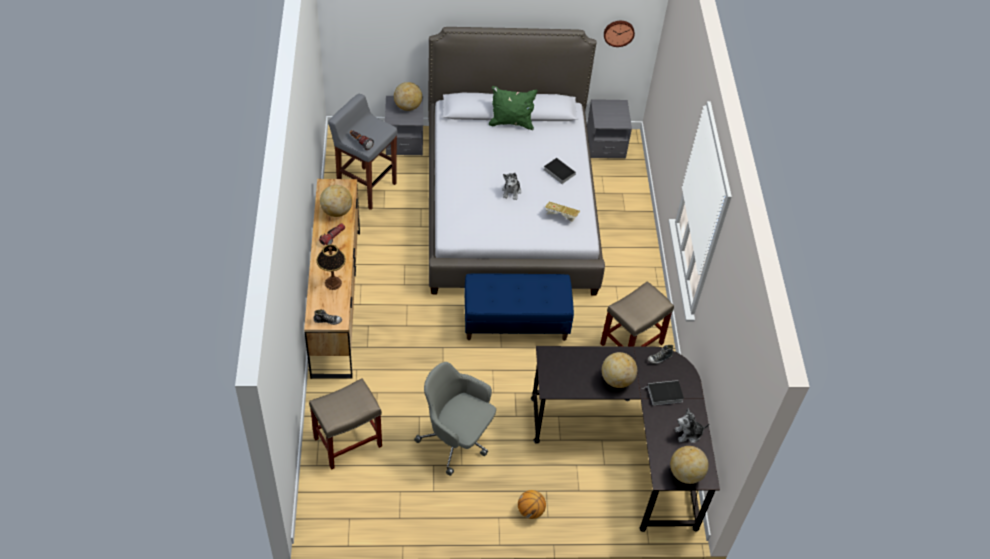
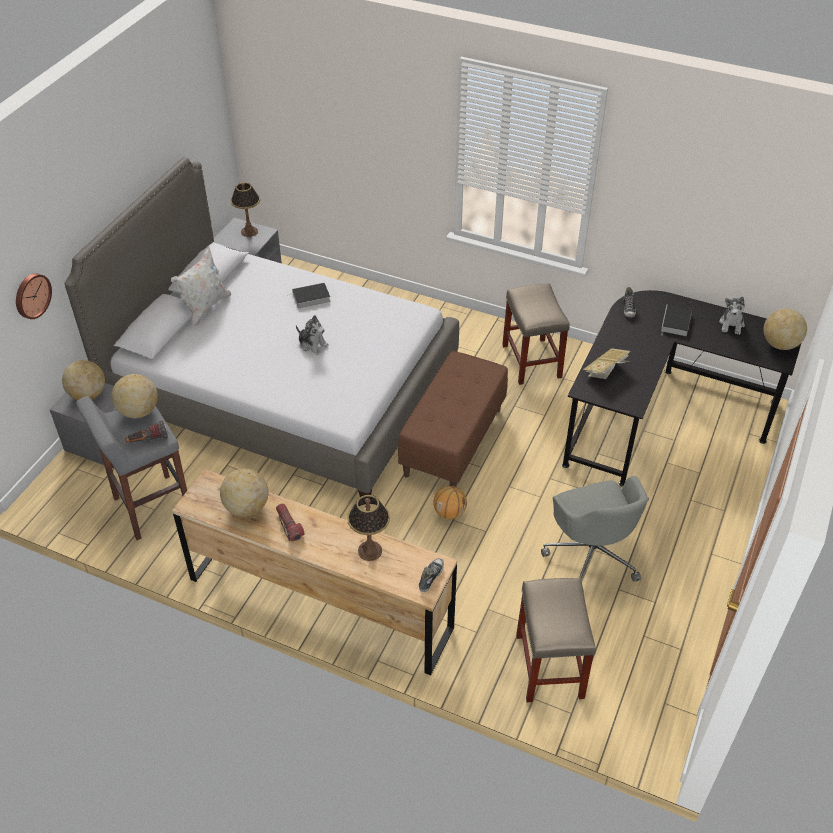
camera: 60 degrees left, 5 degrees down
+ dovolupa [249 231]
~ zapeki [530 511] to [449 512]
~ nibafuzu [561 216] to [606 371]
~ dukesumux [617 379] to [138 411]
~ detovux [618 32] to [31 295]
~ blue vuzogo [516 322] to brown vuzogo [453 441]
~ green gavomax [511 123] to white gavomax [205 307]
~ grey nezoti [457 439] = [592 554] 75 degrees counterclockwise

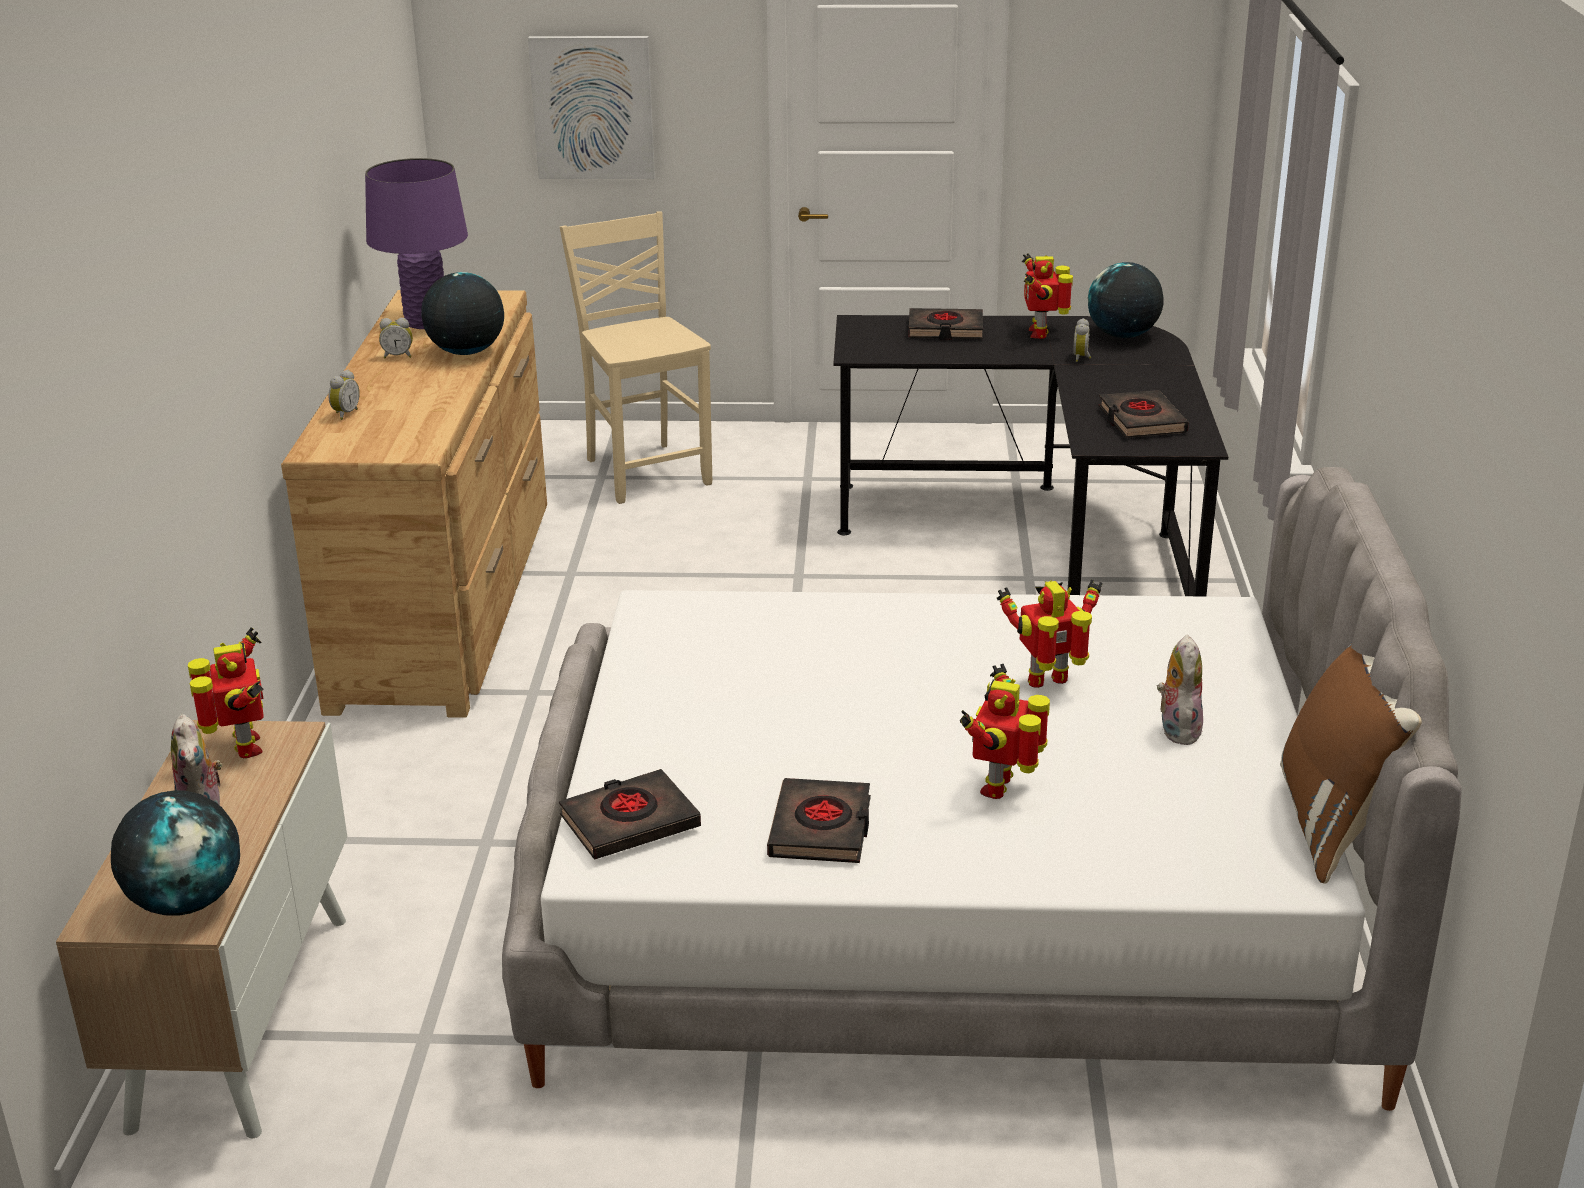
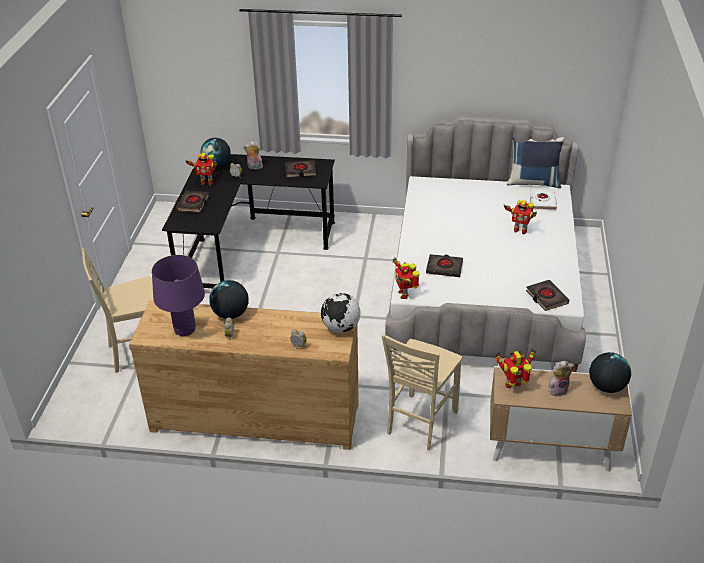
camera: 85 degrees left, 10 degrees up
- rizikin [593 107]
+ dukesumux [341 328]
+ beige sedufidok [420 423]
+ white nibafuzu [542 201]
~ black nibafuzu [821 829] to [444 268]
~ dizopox [1050 682] to [404 294]
~ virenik [1177 729] to [254 167]
~ brown gavomax [1335 823] to blue gavomax [533 182]

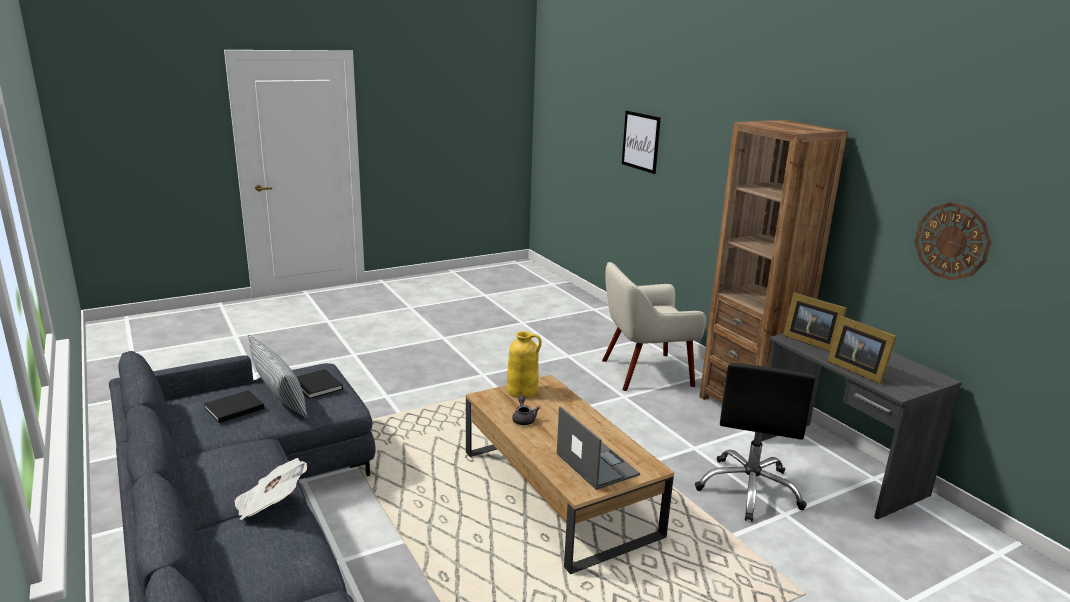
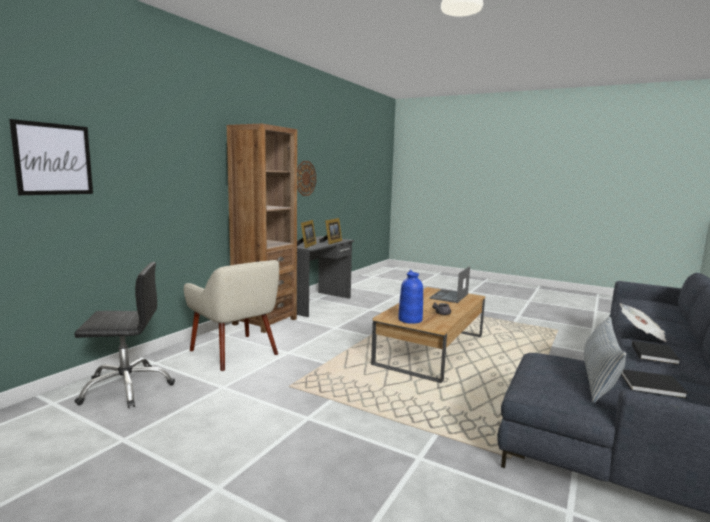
camera: 120 degrees left, 10 degrees down
~ black nibafuzu [318 386] to [654 353]
~ black nezoti [750 489] to [126 388]
~ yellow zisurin [523 391] to blue zisurin [409 319]

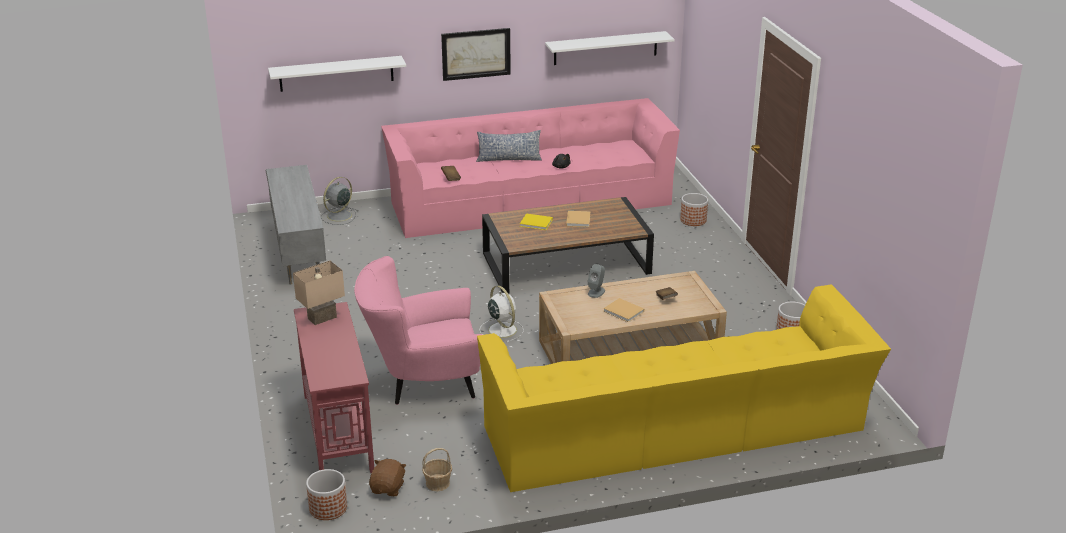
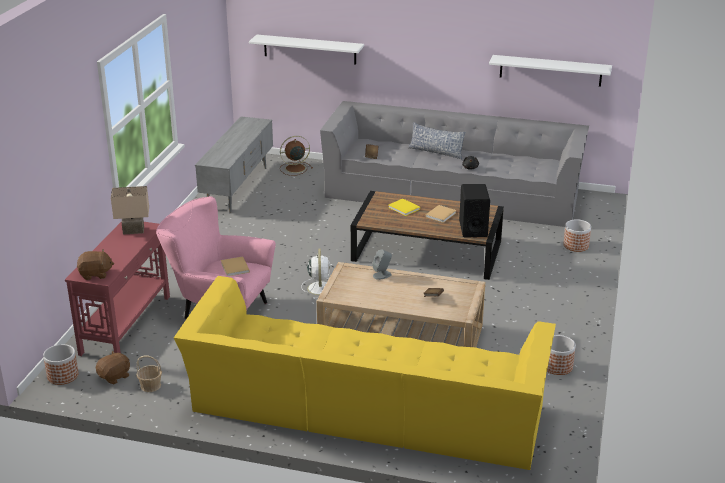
camera: 30 degrees right, 0 degrees up
- rizikin [476 53]
+ brown virenik [95 274]
+ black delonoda [473 229]
~ beige nibafuzu [624 312] to [235 268]
~ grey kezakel [338 216] to brown kezakel [294 168]
~ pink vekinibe [529 201] to grey vekinibe [452 193]

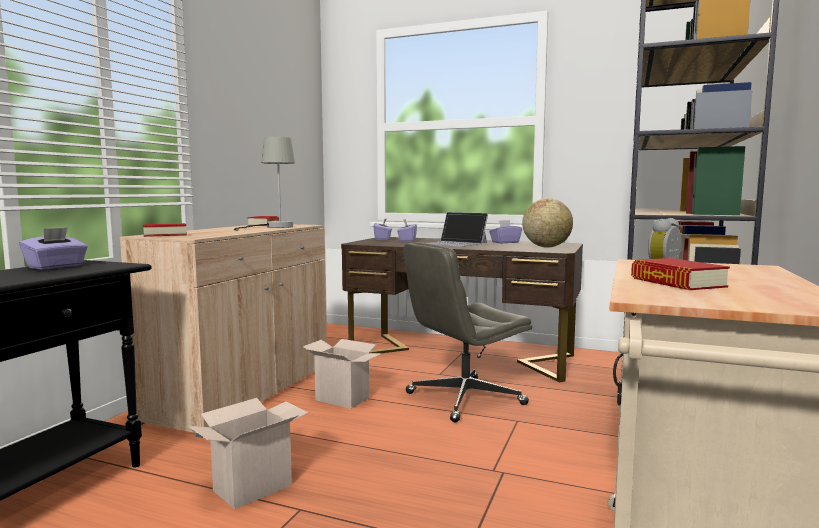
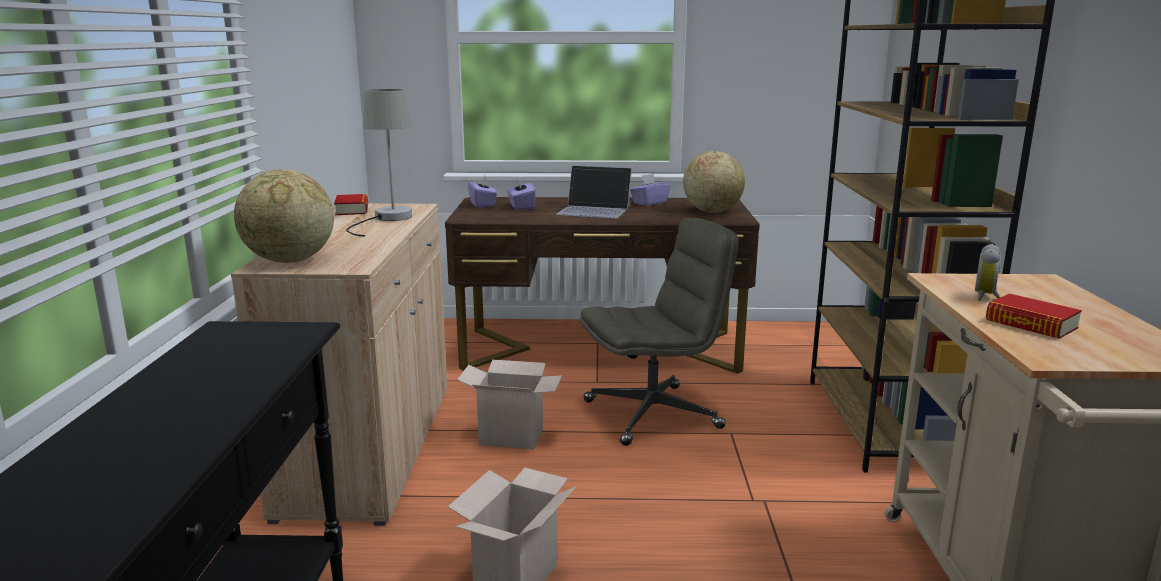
camera: 20 degrees left, 10 degrees up
- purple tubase [56 267]
~ nibafuzu [165 235] to dukesumux [289 261]
~ grey nezoti [464 399] = [653 414] 150 degrees counterclockwise

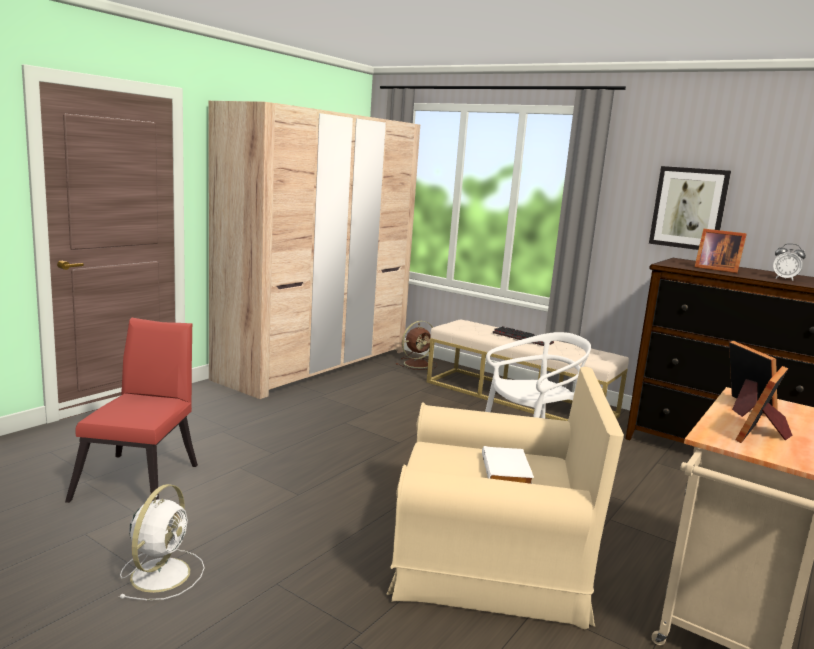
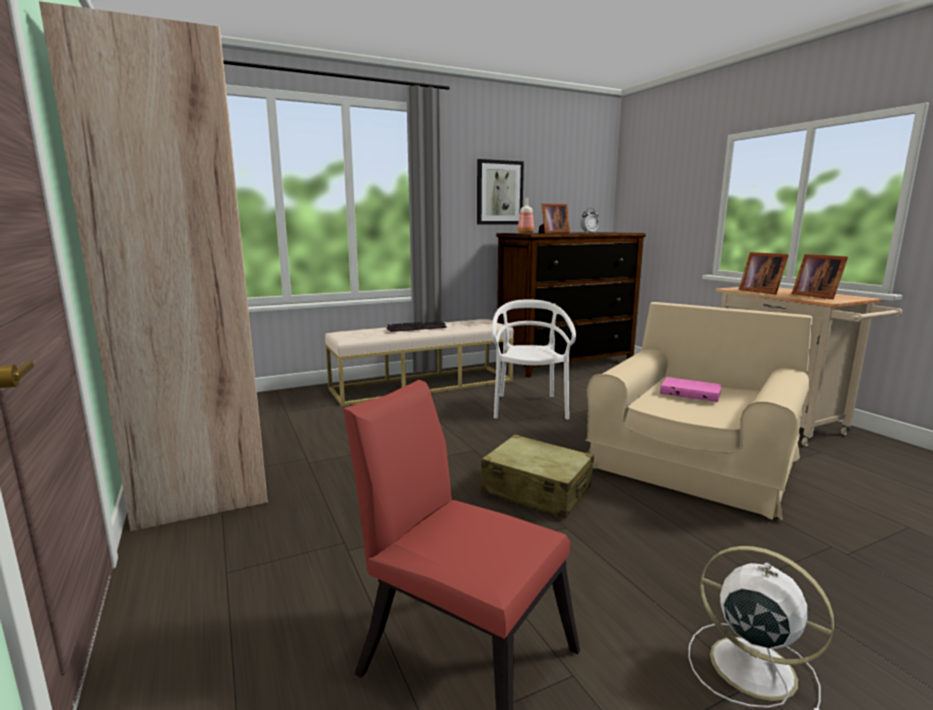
camera: 60 degrees left, 0 degrees up
- brown kezakel [418 364]
+ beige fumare [536 490]
+ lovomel [526 233]
~ white nibafuzu [507 470] to pink nibafuzu [691 392]
~ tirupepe [743 408] = [760 291] 135 degrees counterclockwise

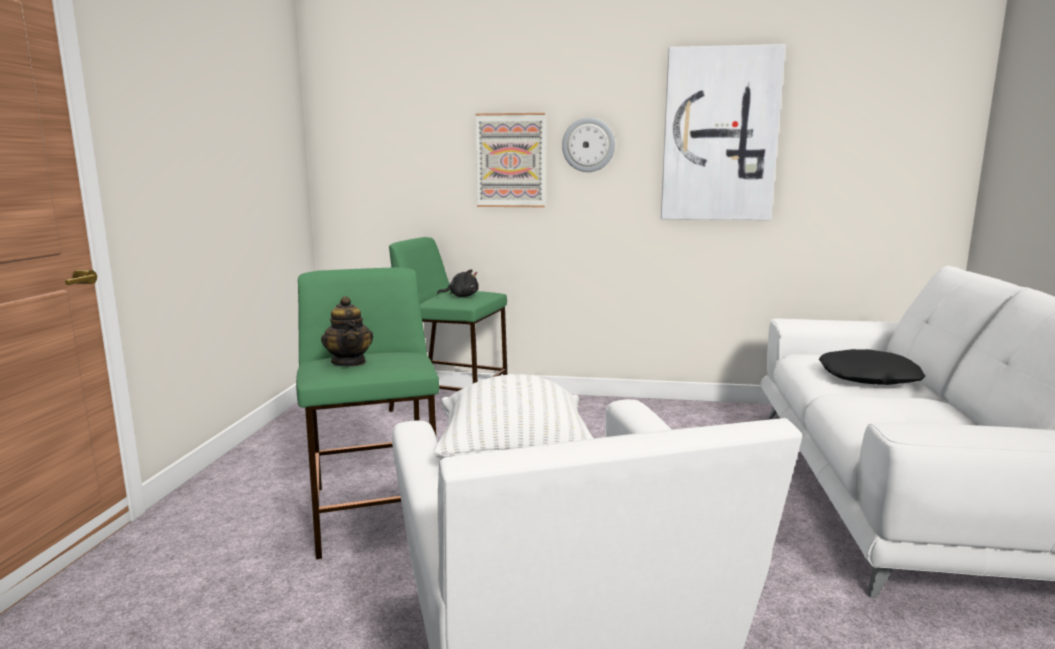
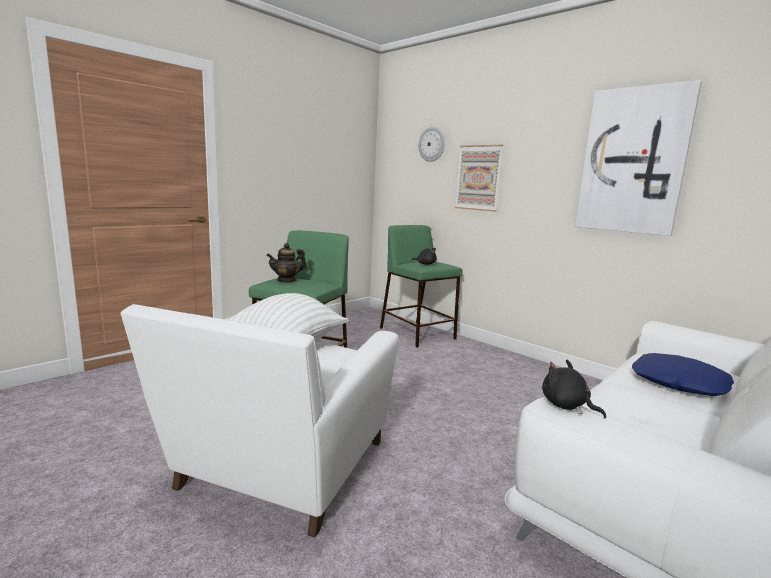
camera: 35 degrees right, 0 degrees up
+ black virenik [566 406]
~ detovux [588 145] to [432 144]
~ black gavomax [868 378] to blue gavomax [678 383]
~ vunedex [349 362] = [287 280] 45 degrees clockwise

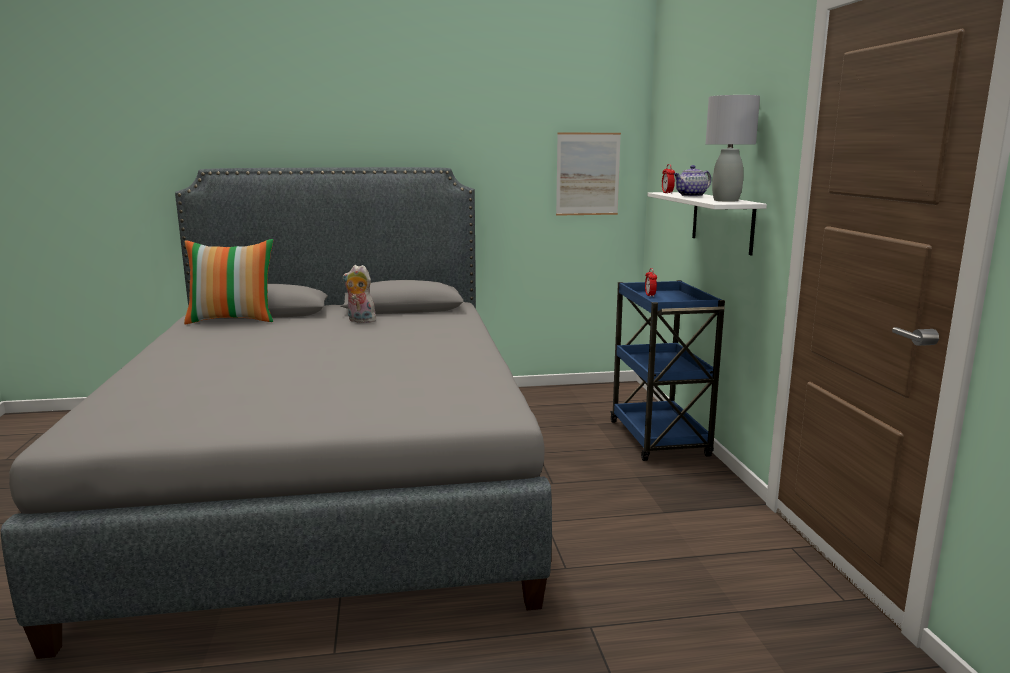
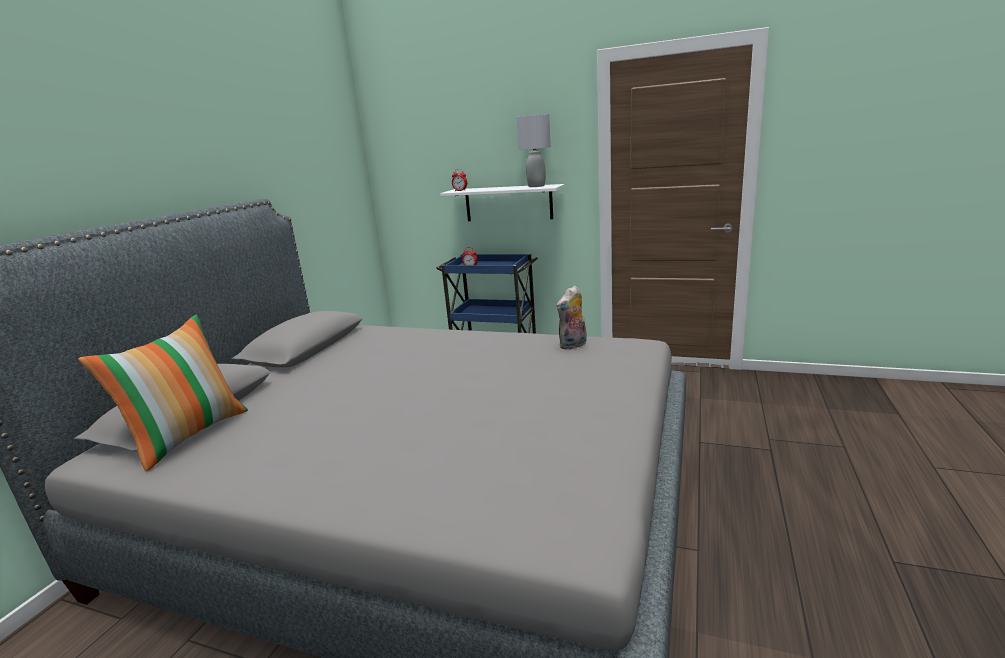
camera: 60 degrees left, 5 degrees up
- rizikin [587 174]
- vunedex [691 195]
~ virenik [360 321] to [573 345]

